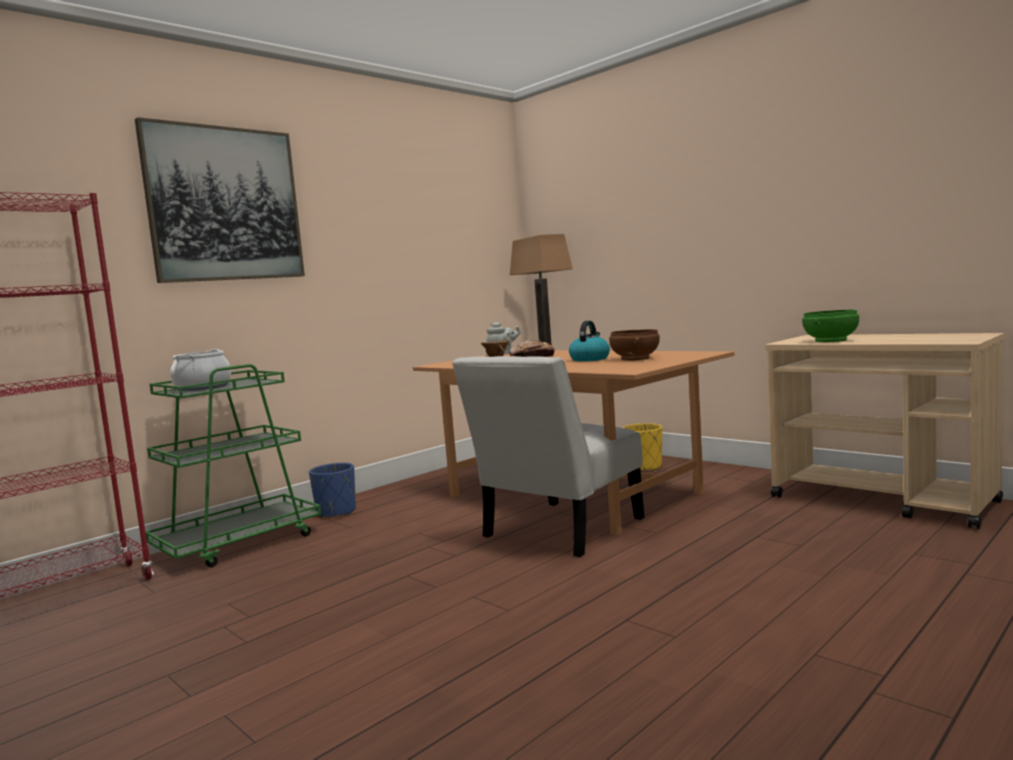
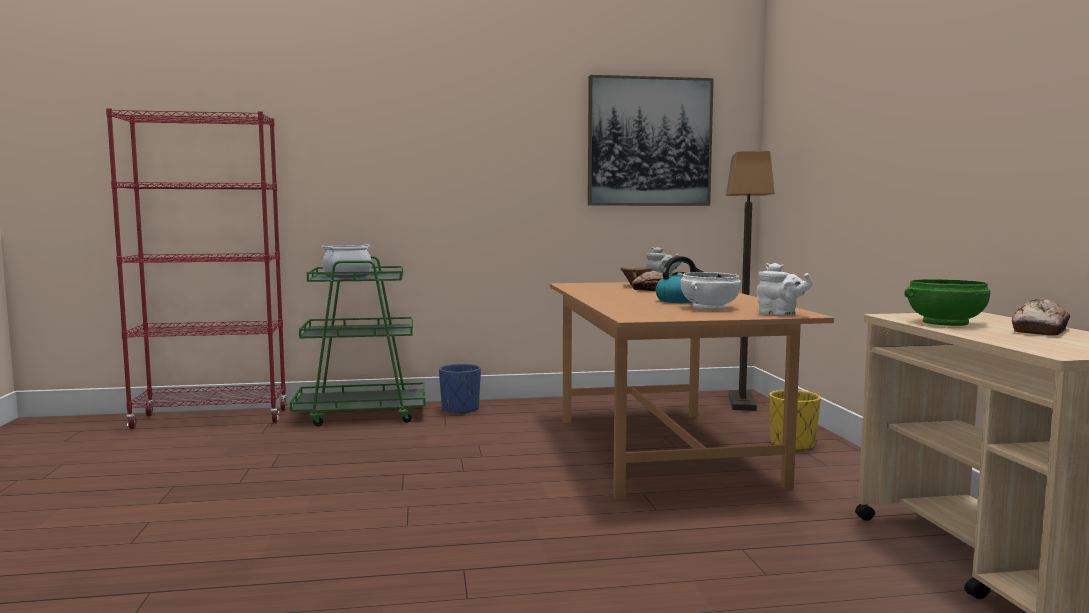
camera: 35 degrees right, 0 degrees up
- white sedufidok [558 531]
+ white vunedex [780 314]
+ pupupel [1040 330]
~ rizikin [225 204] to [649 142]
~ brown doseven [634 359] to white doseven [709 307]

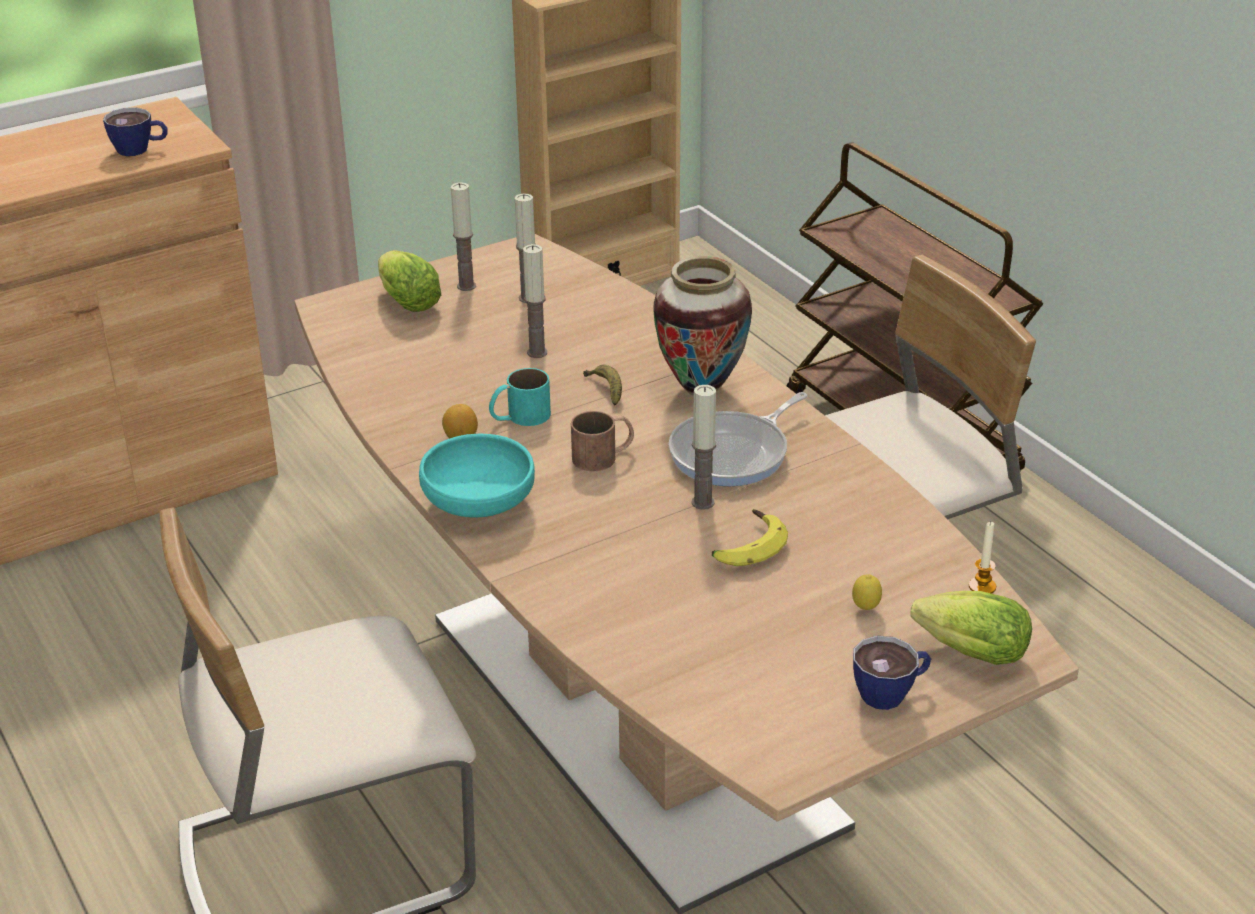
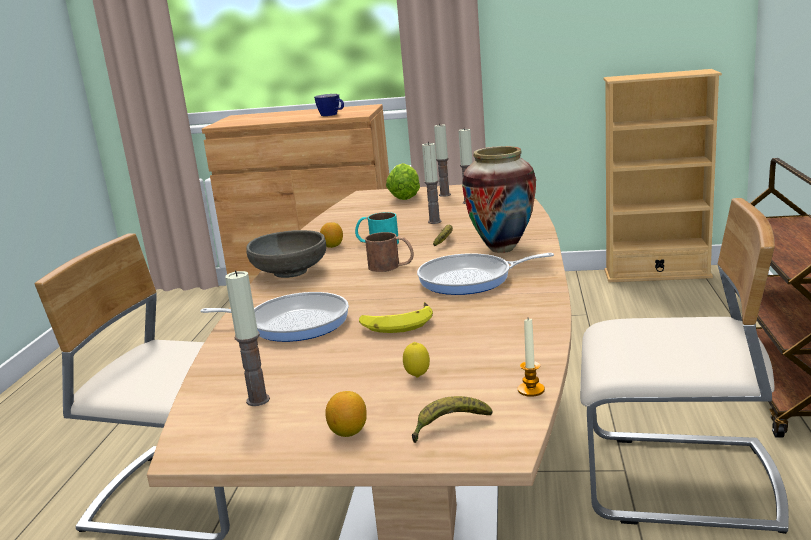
camera: 40 degrees right, 15 degrees down
+ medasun [293 323]
~ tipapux [703 502] to [258 400]
~ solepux [891 692] to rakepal [348 432]
~ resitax [965 652] to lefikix [448 426]
~ turquoise doseven [478 503] to grey doseven [290 272]

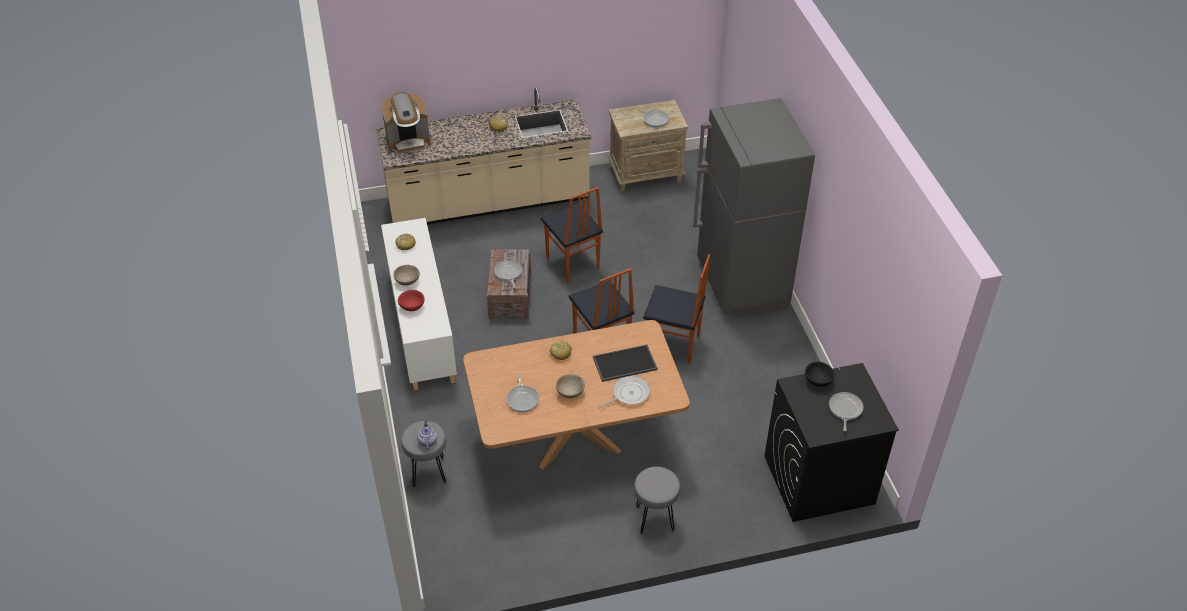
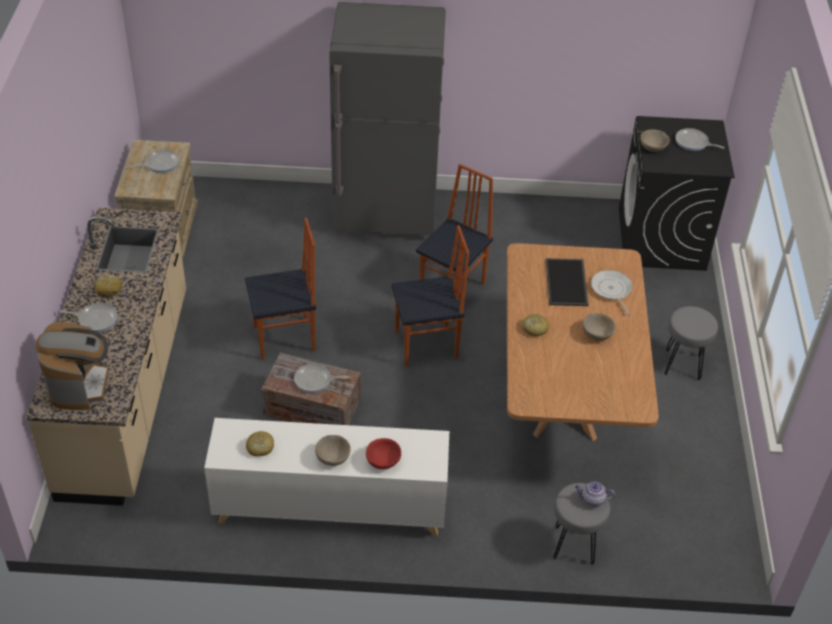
camera: 75 degrees left, 0 degrees up
~ medasun [522 399] to [96 319]
~ black doseven [817 380] to beige doseven [653 148]

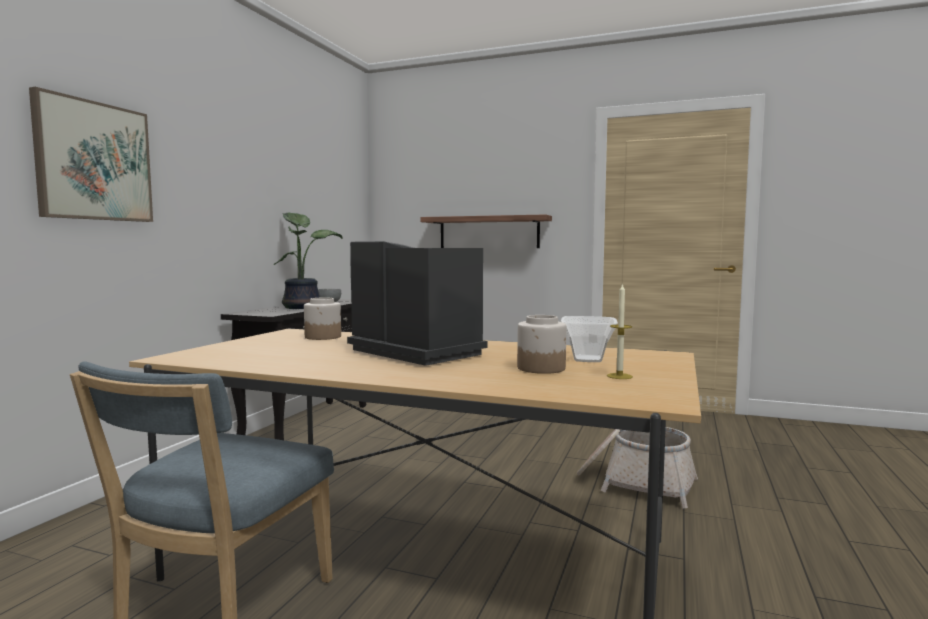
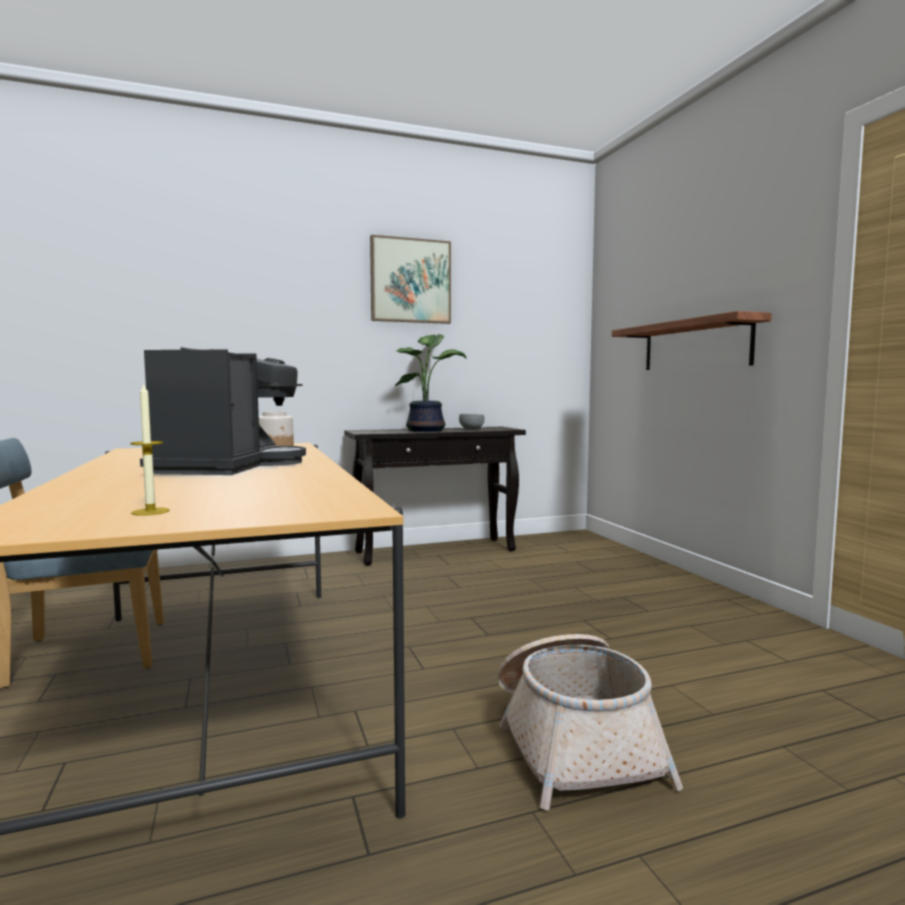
camera: 50 degrees right, 0 degrees up
- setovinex [541 368]
- doseven [586 359]
~ rizikin [94 161] to [410 281]

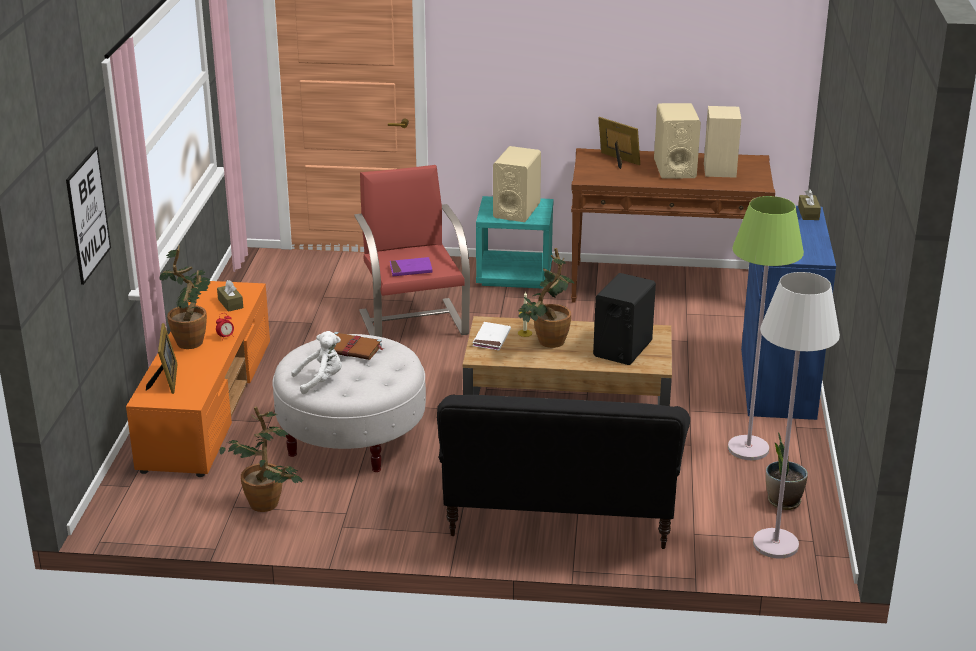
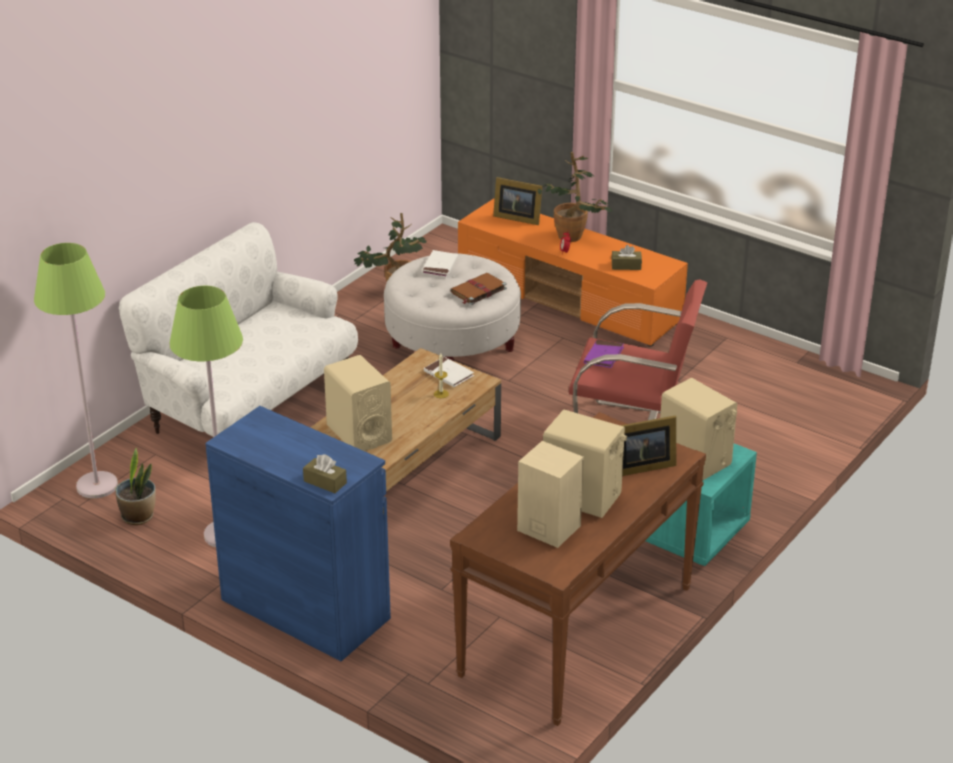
camera: 120 degrees right, 5 degrees up
- rizikin [88 215]
- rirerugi [546 343]
~ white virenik [321 381] to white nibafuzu [440 266]
~ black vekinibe [560 514] to white vekinibe [249 404]
~ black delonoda [622 349] to beige delonoda [359 433]
~ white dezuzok [775 544] to green dezuzok [97 486]

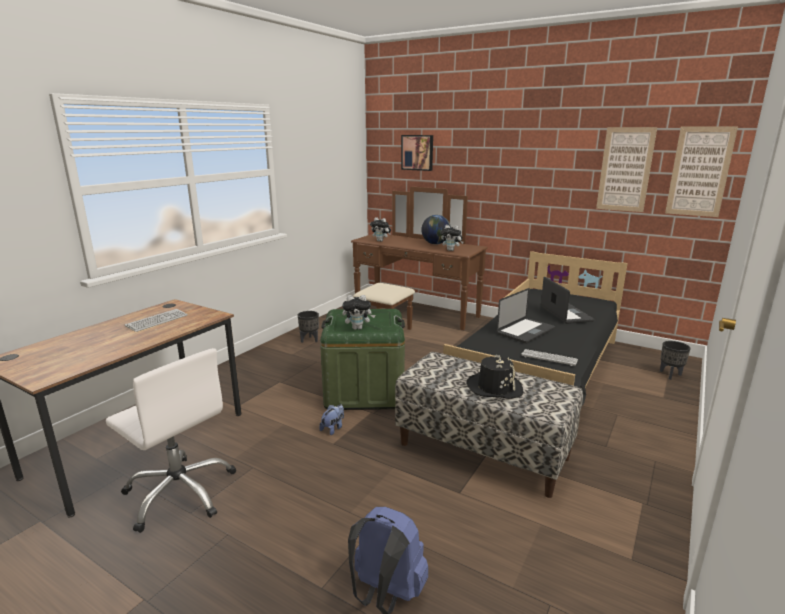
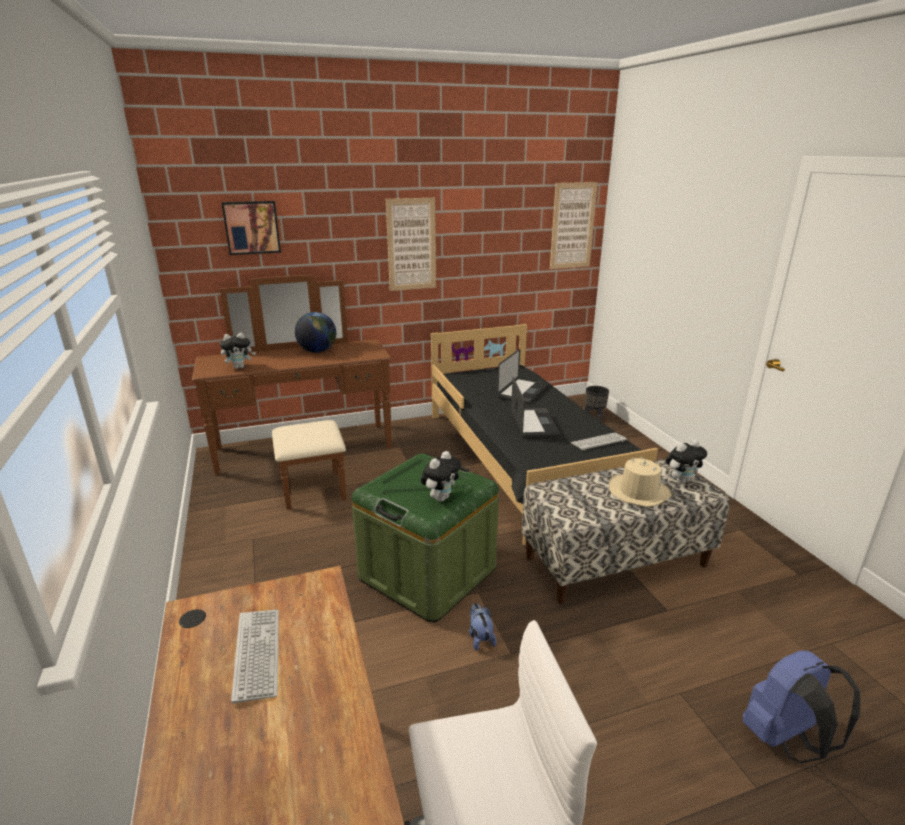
camera: 50 degrees left, 5 degrees up
- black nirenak [309 340]
~ virenik [451 250] to [681 480]
~ rizikin [625 169] to [411 244]
~ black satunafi [494 387] to beige satunafi [638 492]
~ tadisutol [566 314] = [522 392] 90 degrees clockwise

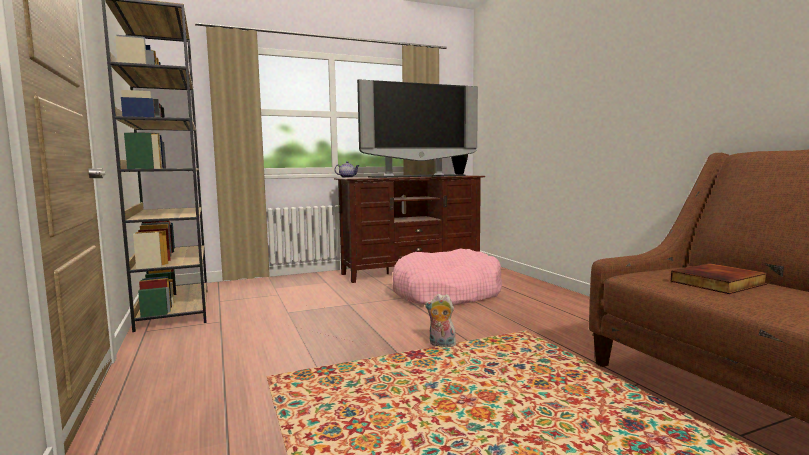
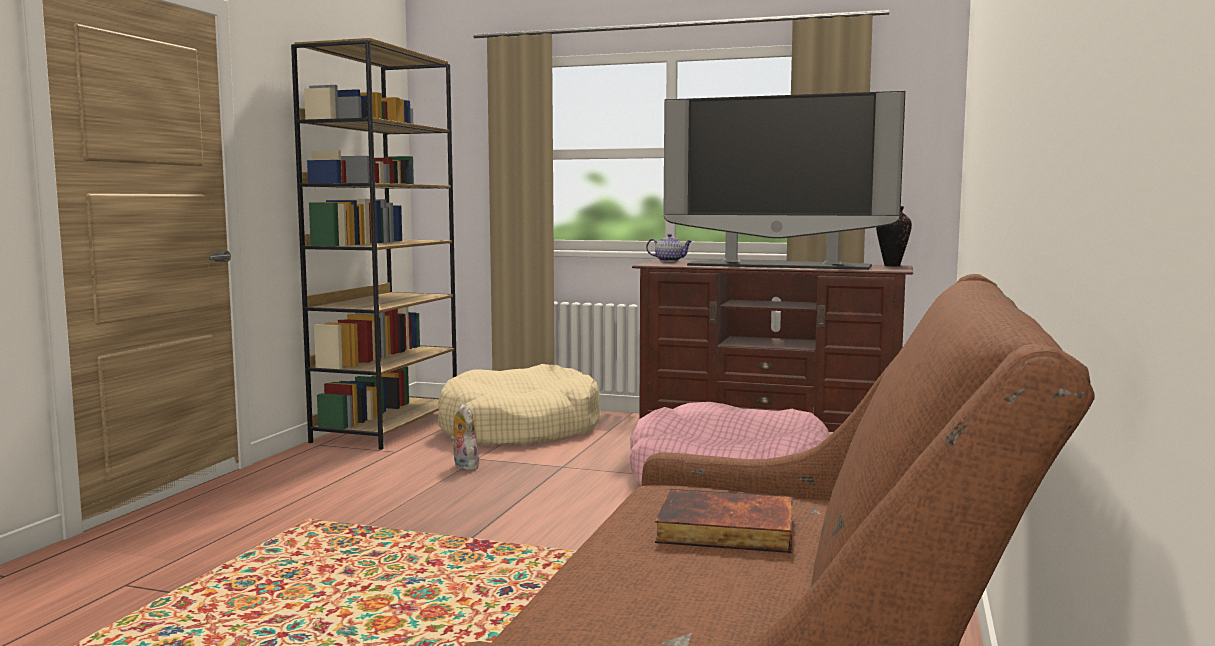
camera: 40 degrees right, 0 degrees up
+ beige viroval [519 429]
~ virenik [441 345] to [463 466]

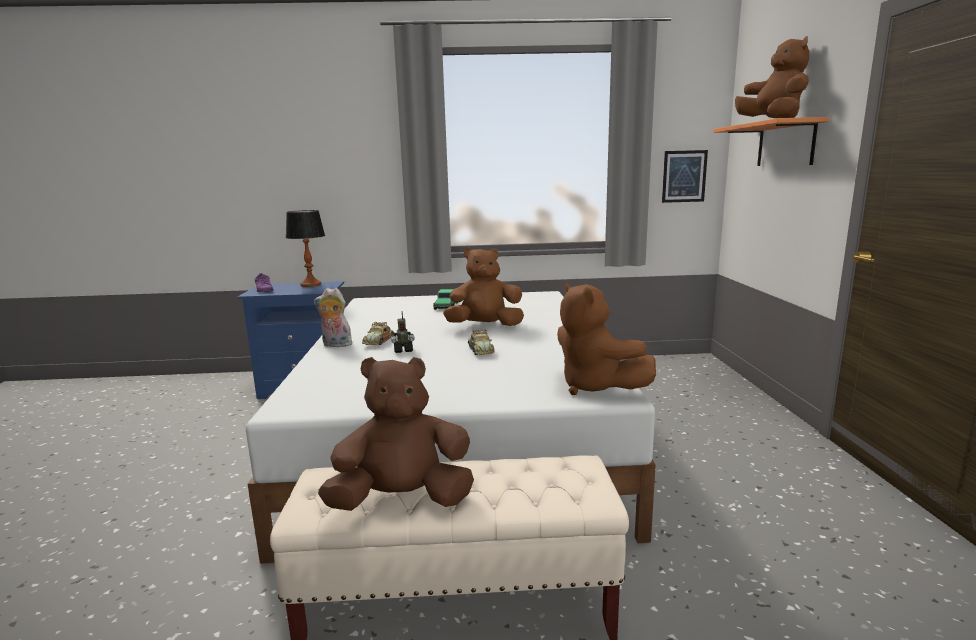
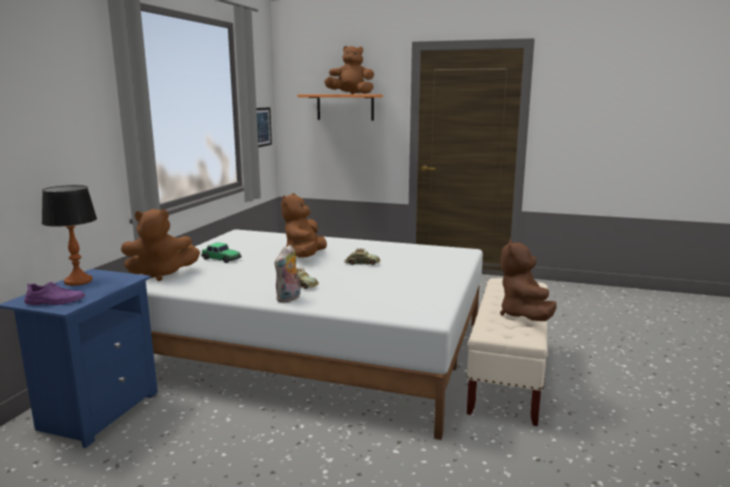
camera: 70 degrees left, 0 degrees up
- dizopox [403 350]
~ brown virenik [595 387] to [161 274]

